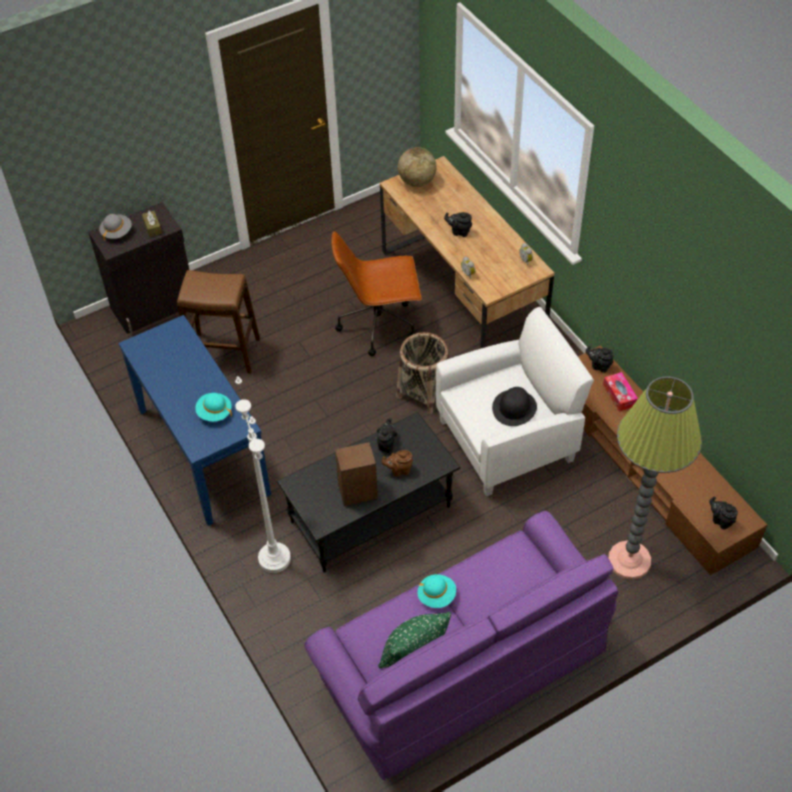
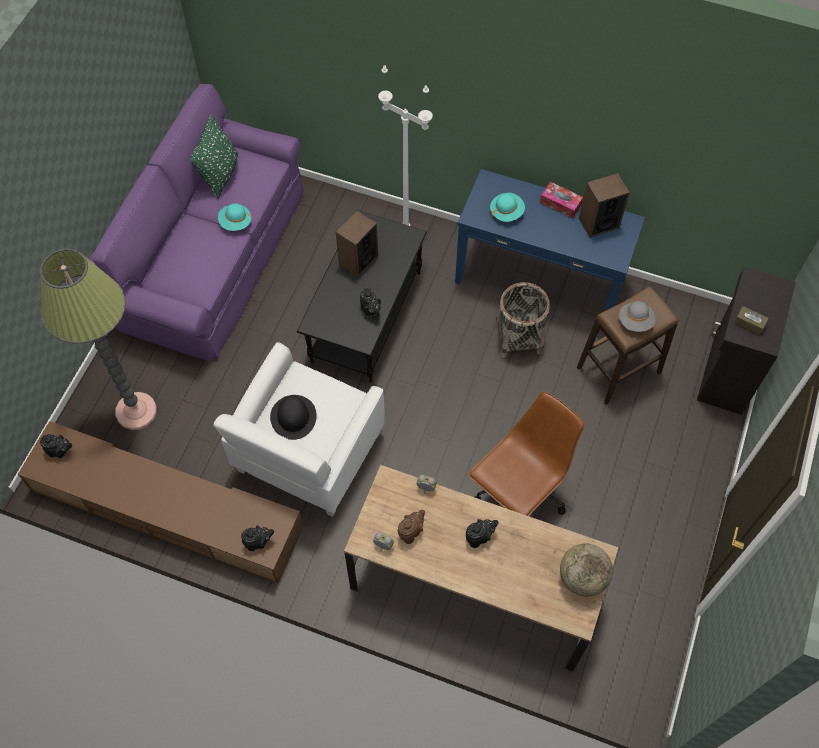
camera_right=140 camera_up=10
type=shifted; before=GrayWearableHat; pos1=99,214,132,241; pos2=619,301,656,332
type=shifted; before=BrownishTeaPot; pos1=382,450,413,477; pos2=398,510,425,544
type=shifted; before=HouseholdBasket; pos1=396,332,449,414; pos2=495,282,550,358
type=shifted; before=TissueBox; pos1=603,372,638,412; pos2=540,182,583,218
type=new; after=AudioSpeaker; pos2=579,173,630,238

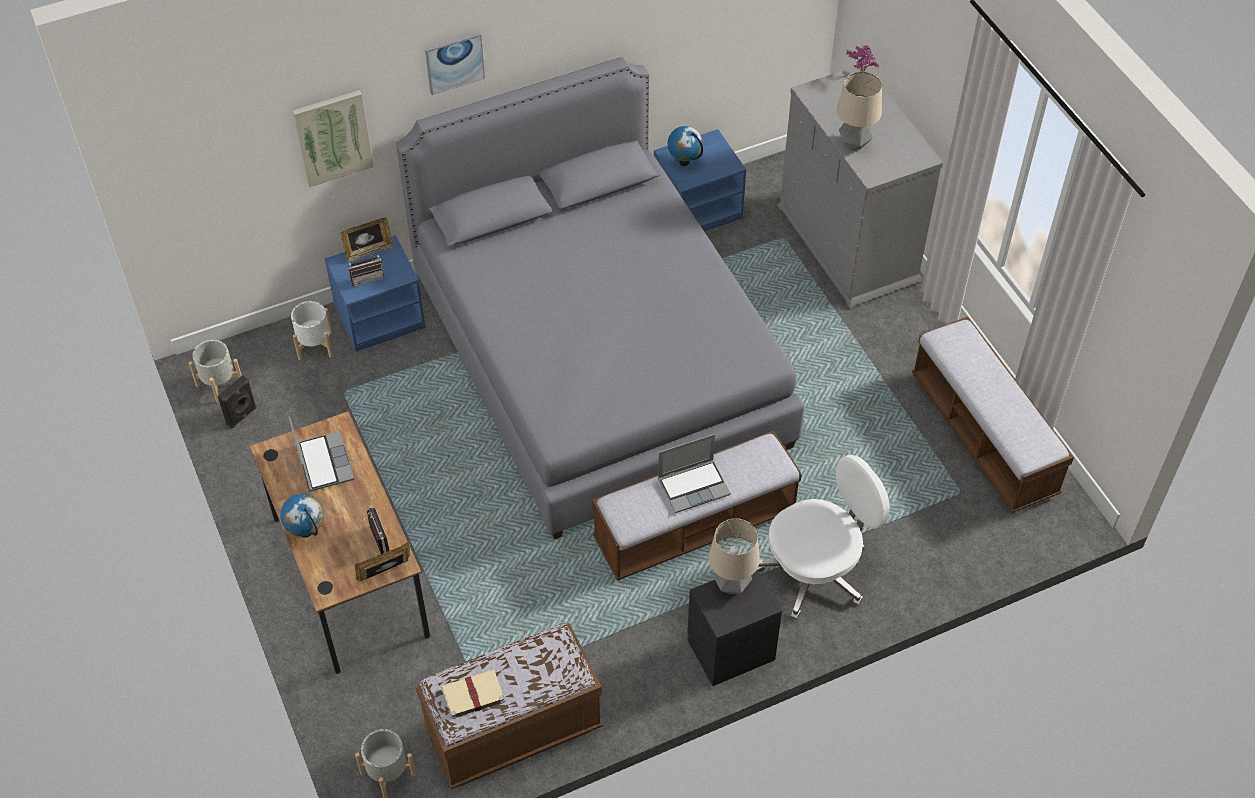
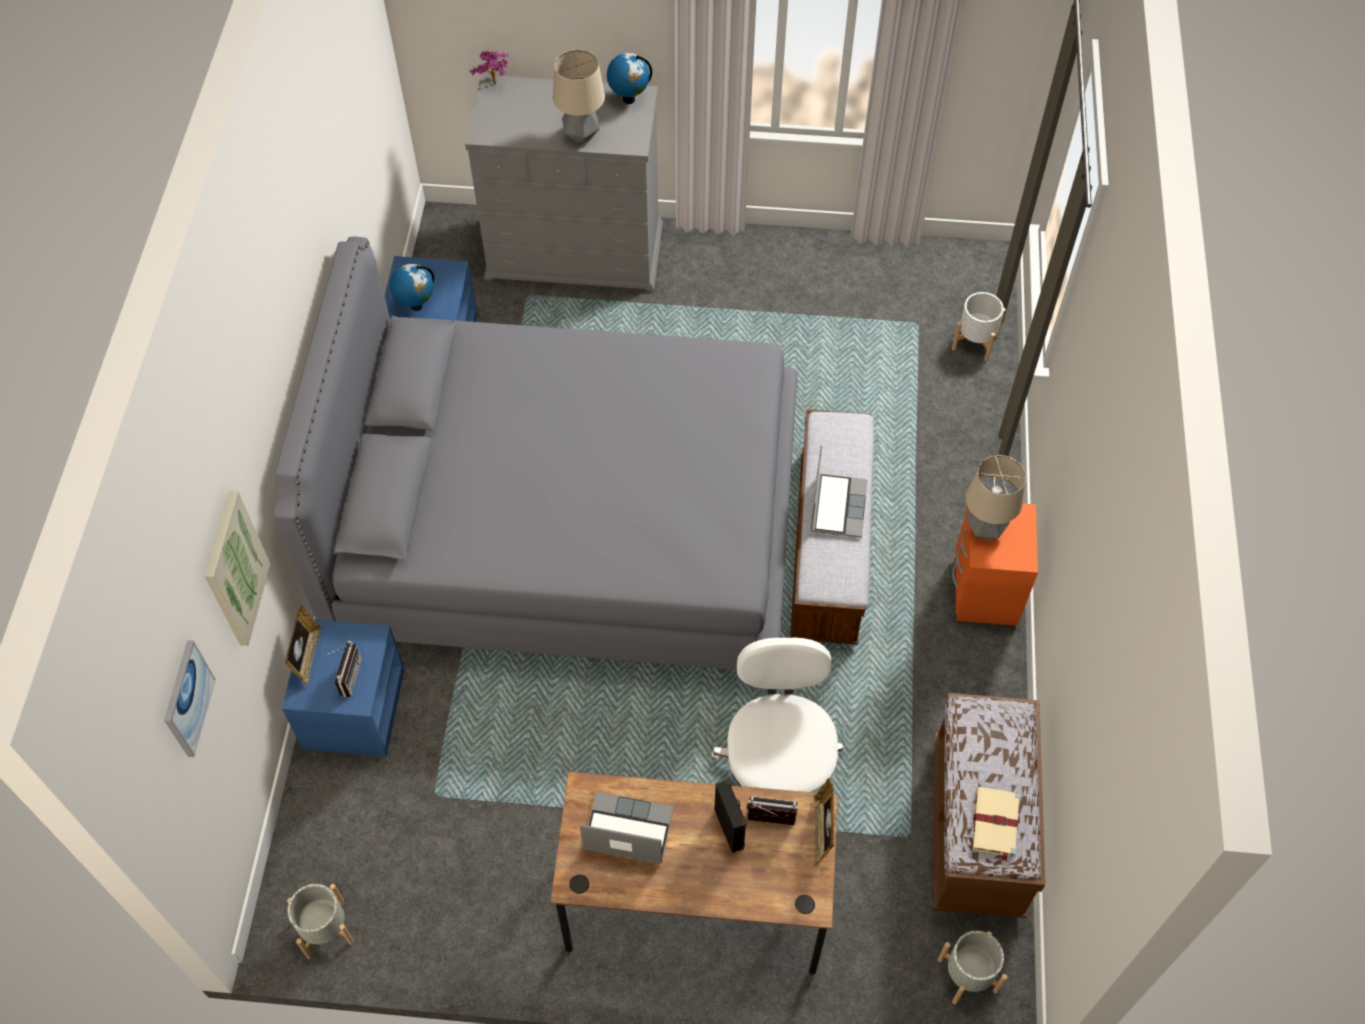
camera_right=-60 camera_up=5
type=shifted; before=BlackColouredAudioSpeaker; pos1=218,375,257,429; pos2=714,779,747,853
type=shifted; before=Globe; pos1=280,494,324,538; pos2=607,53,652,104
type=shifted; before=WhitePlantPot; pos1=291,301,333,360; pos2=952,292,1006,361
type=shifted; before=WallPicture; pos1=425,32,485,95; pos2=164,640,216,757
type=repainted; before=BlackColouredNightTable; after=OrangeColouredNightTable; pos1=687,570,782,686; pos2=952,503,1038,626
type=shifted; before=WhiteDeskChair; pos1=757,455,890,619; pos2=712,638,844,793
type=gone; before=Bench; pos1=912,317,1074,513

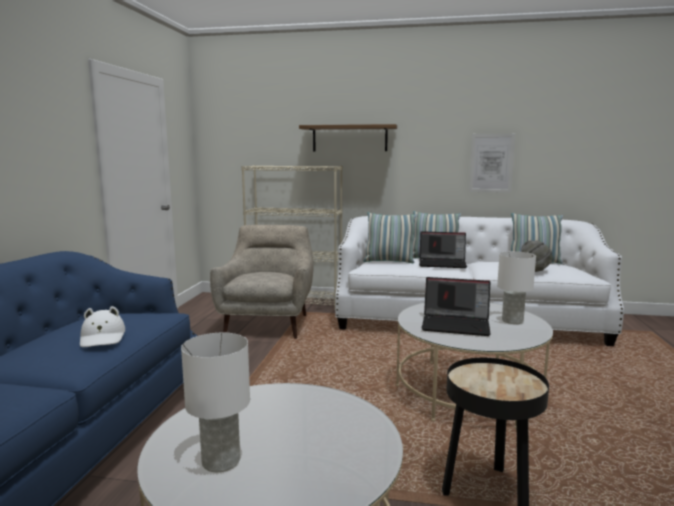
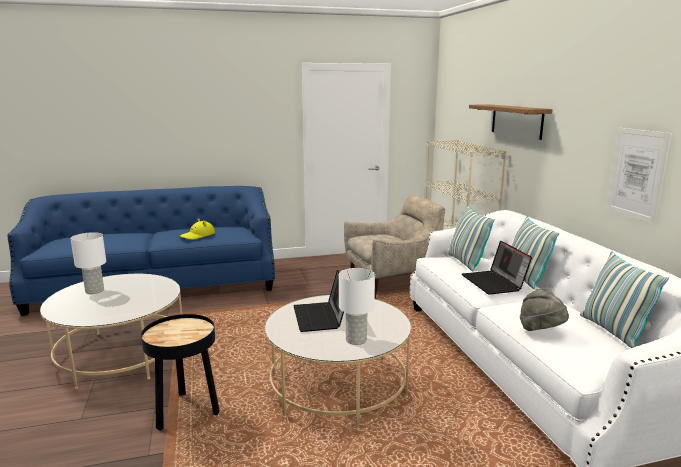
camera_right=65 camera_up=5
type=repainted; before=WhiteWearableHat; after=YellowColouredWearableHat; pos1=80,306,125,347; pos2=180,218,215,240

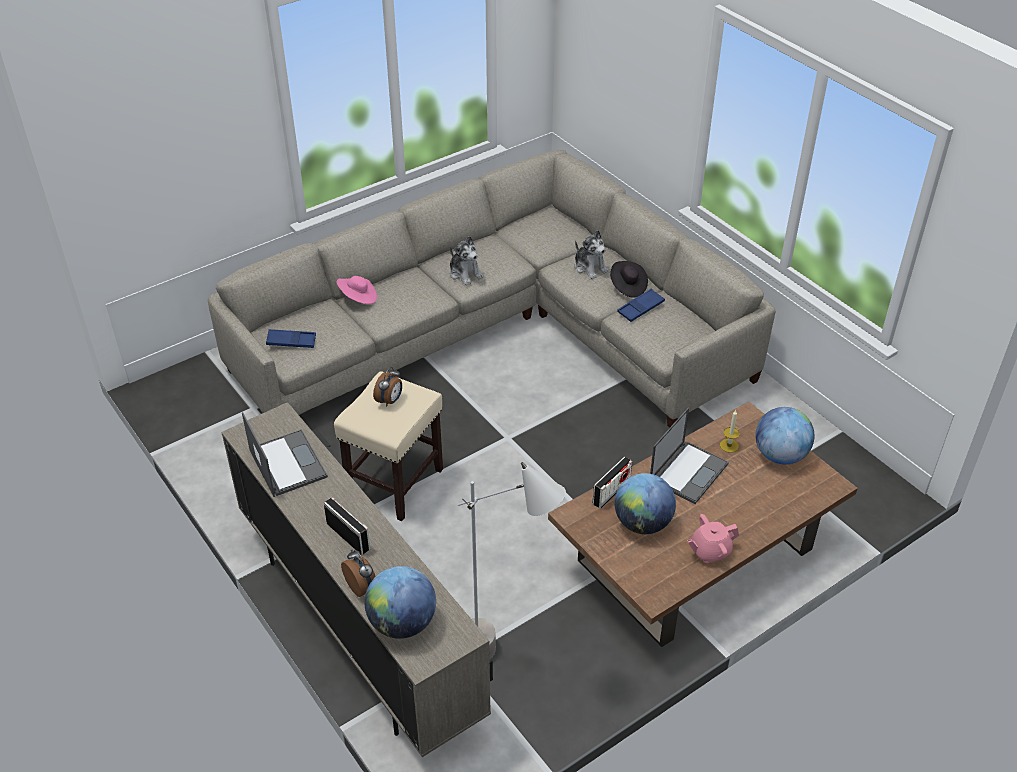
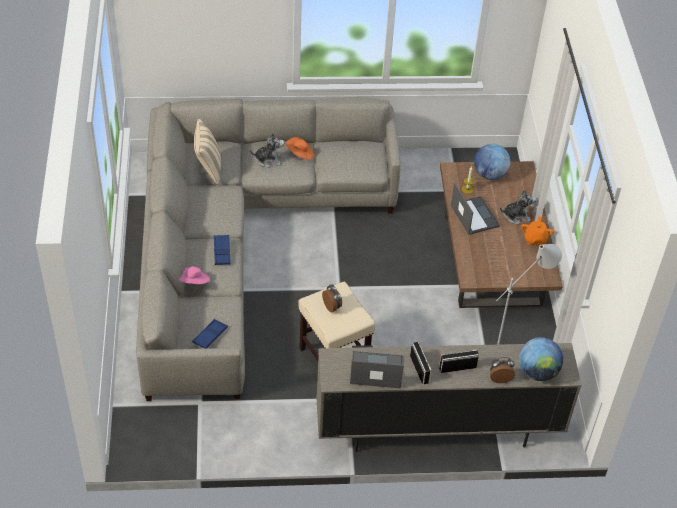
camera_right=-60 camera_up=5
type=shifted; before=PlushToy; pos1=450,236,483,285; pos2=499,189,537,224
type=shifted; before=Radio; pos1=593,457,632,509; pos2=410,342,432,384
type=repainted; before=BlackColouredWearableHat; after=OrangeColouredWearableHat; pos1=610,261,648,298; pos2=286,137,314,160
type=gone; before=Globe; pos1=615,473,676,534
type=shifted; before=BlueColouredTray; pos1=617,289,665,322; pos2=214,235,231,265
type=repainted; before=PinkColouredTeaPot; after=OrangeColouredTeaPot; pos1=687,514,739,563; pos2=521,216,554,246
type=new; after=BeigeCushion; pos2=194,119,221,185

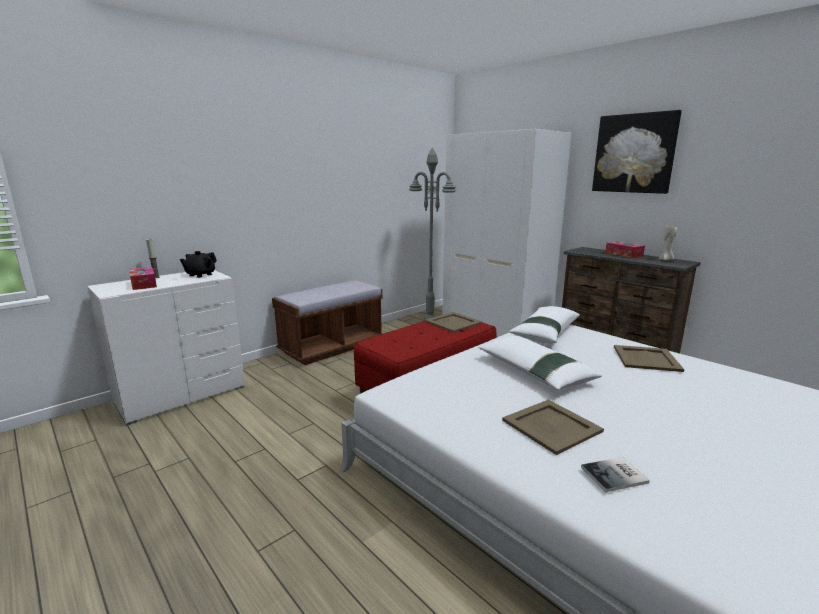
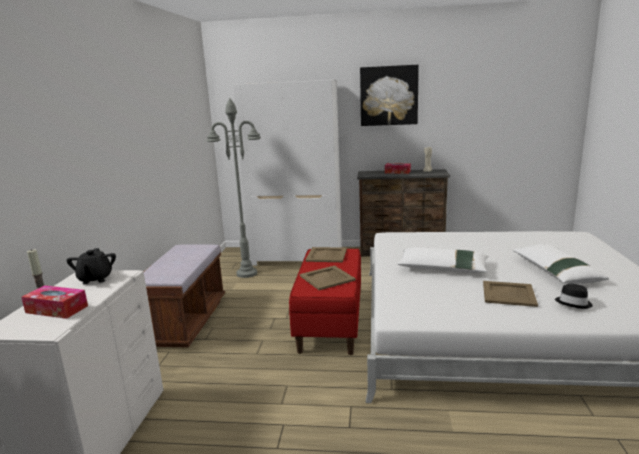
camera_right=-40 camera_up=0
type=shifted; before=WhiteCushion; pos1=509,306,580,344; pos2=513,244,609,284
type=swapped; before=Book; after=BlackColouredWearableHat; pos1=581,457,650,492; pos2=555,284,593,309
type=shifted; before=BeigeTray; pos1=614,345,684,372; pos2=300,265,356,290

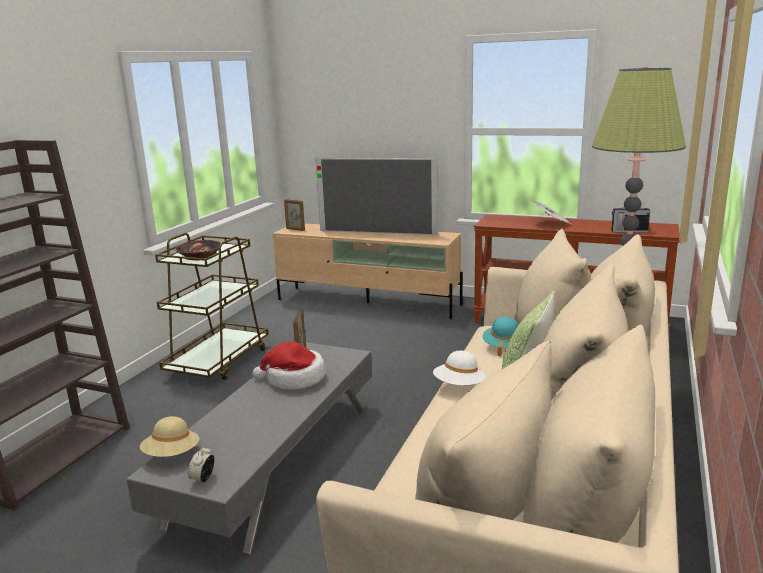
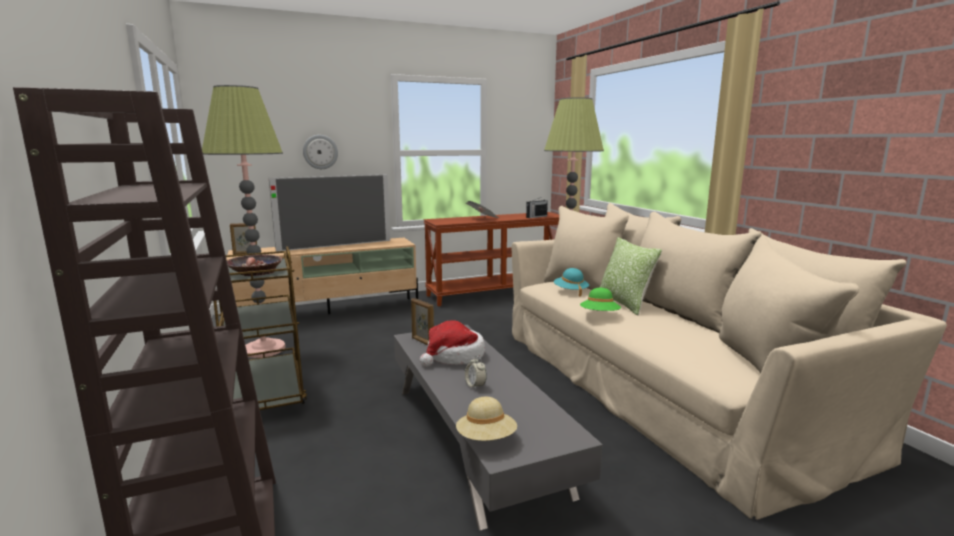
camera_right=-45 camera_up=-5
type=shifted; before=BedsideClock; pos1=188,446,214,484; pos2=465,356,487,390
type=repainted; before=WhiteWearableHat; after=GreenColouredWearableHat; pos1=433,350,486,385; pos2=580,288,621,311
type=new; after=FloorLamp; pos2=202,85,286,358
type=new; after=WallClock; pos2=303,135,338,169

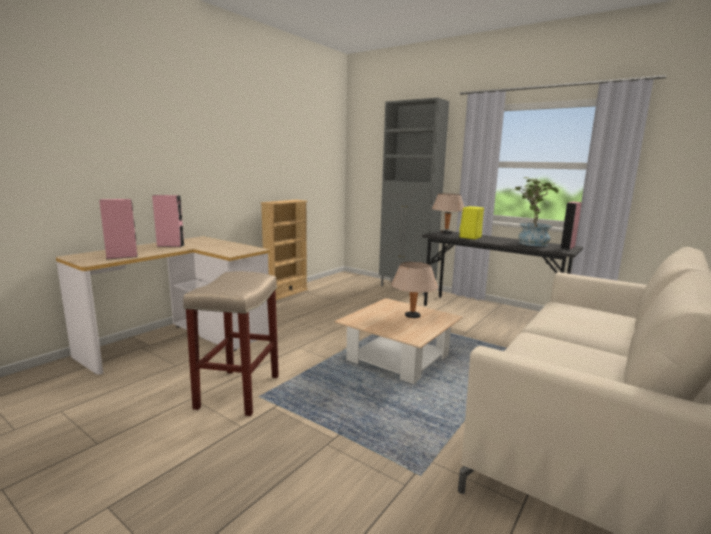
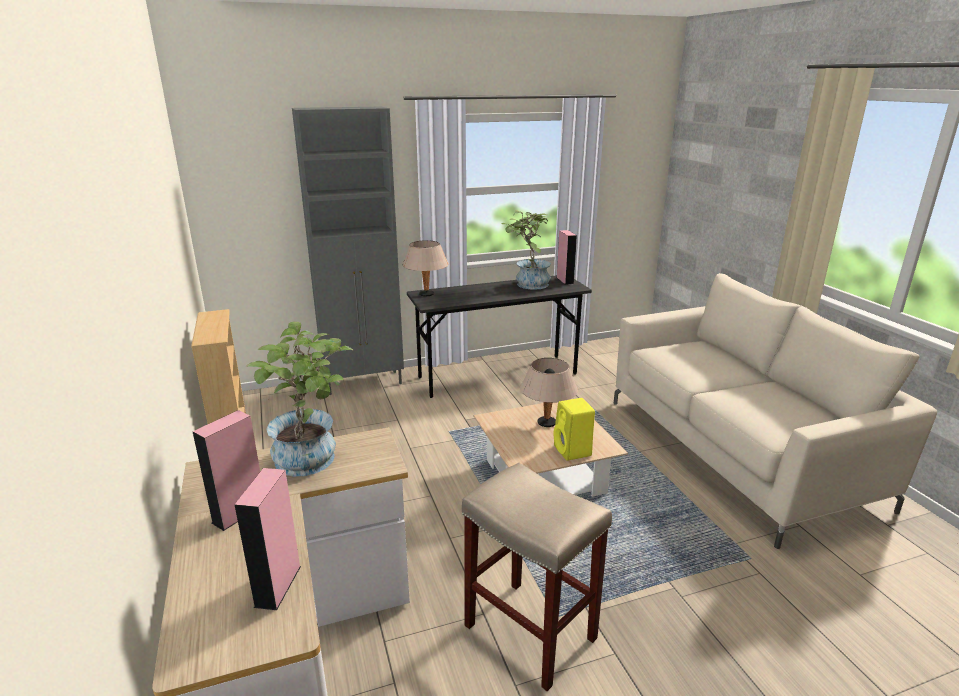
camera_right=-55 camera_up=10
type=shifted; before=YellowColouredAudioSpeaker; pos1=460,206,484,239; pos2=554,398,595,461
type=new; after=PlantInAPot; pos2=246,322,355,477

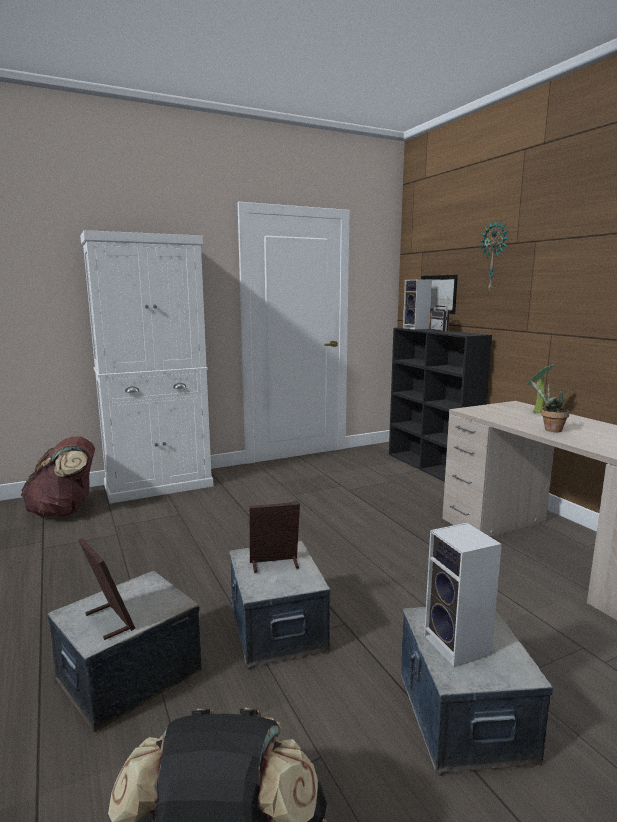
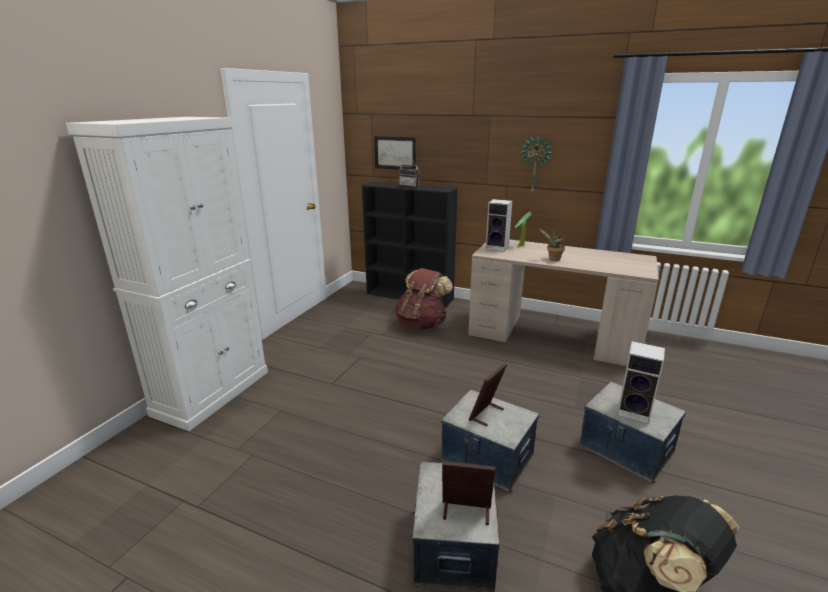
camera_right=-40 camera_up=10
type=shifted; before=BrownishRucksack; pos1=21,436,95,517; pos2=395,268,453,329
type=shifted; before=AudioSpeaker; pos1=403,279,432,330; pos2=486,199,512,252
type=shifted; before=WallClock; pos1=480,220,509,290; pos2=520,136,552,193

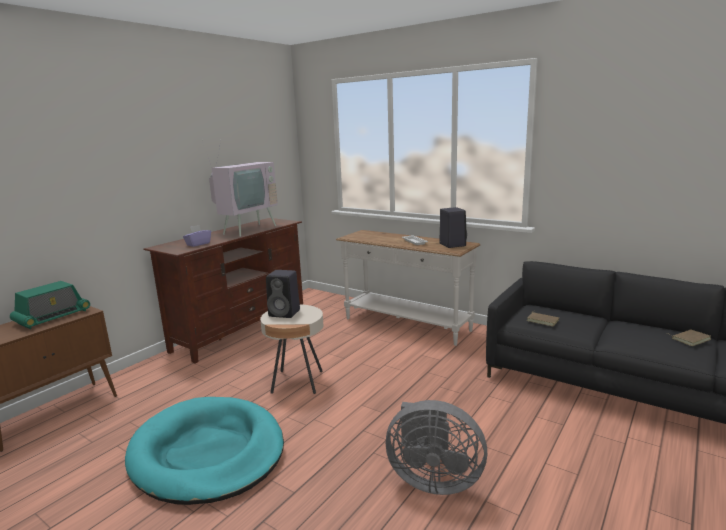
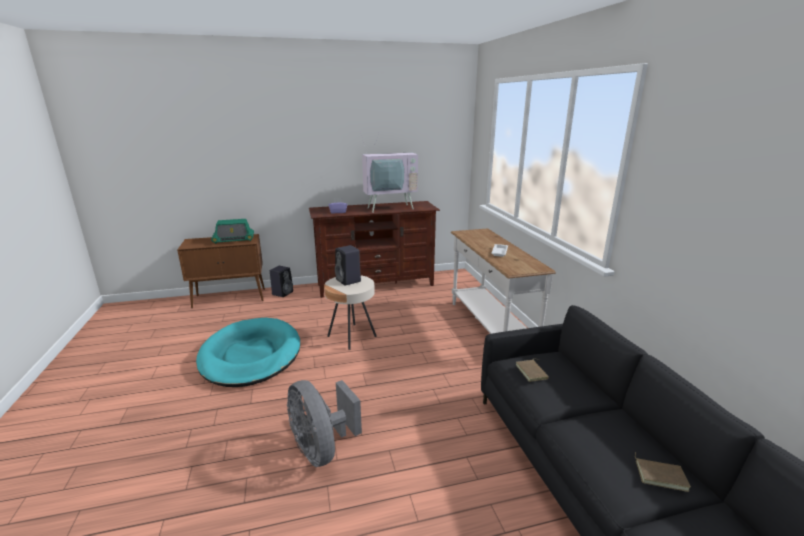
camera_right=40 camera_up=5
type=shifted; before=BlackColouredAudioSpeaker; pos1=439,207,467,248; pos2=270,266,293,297

